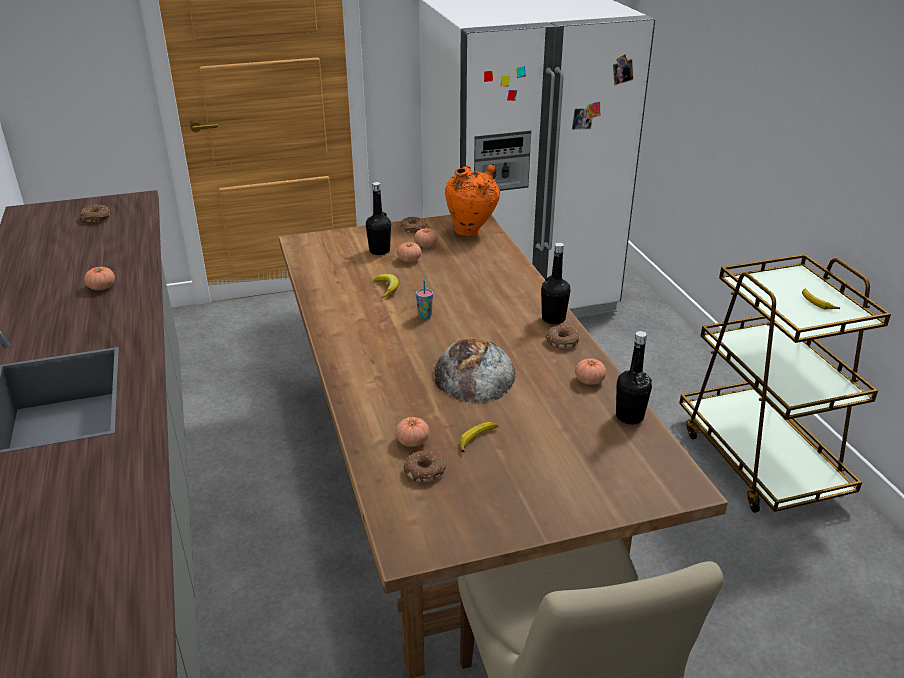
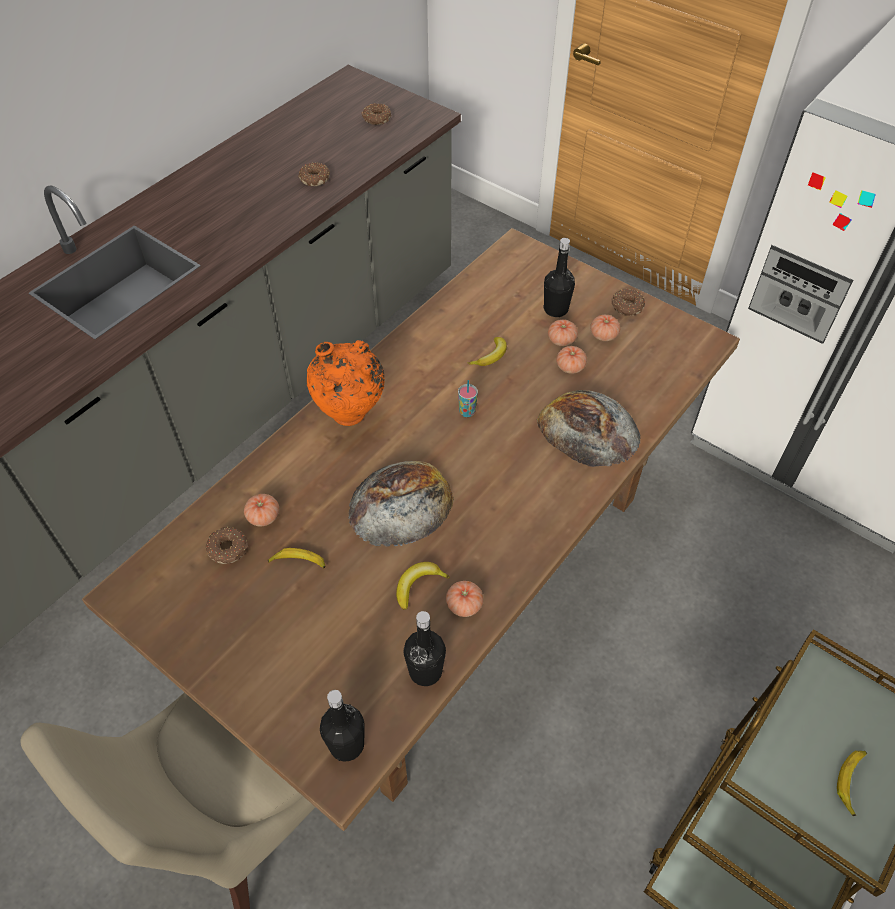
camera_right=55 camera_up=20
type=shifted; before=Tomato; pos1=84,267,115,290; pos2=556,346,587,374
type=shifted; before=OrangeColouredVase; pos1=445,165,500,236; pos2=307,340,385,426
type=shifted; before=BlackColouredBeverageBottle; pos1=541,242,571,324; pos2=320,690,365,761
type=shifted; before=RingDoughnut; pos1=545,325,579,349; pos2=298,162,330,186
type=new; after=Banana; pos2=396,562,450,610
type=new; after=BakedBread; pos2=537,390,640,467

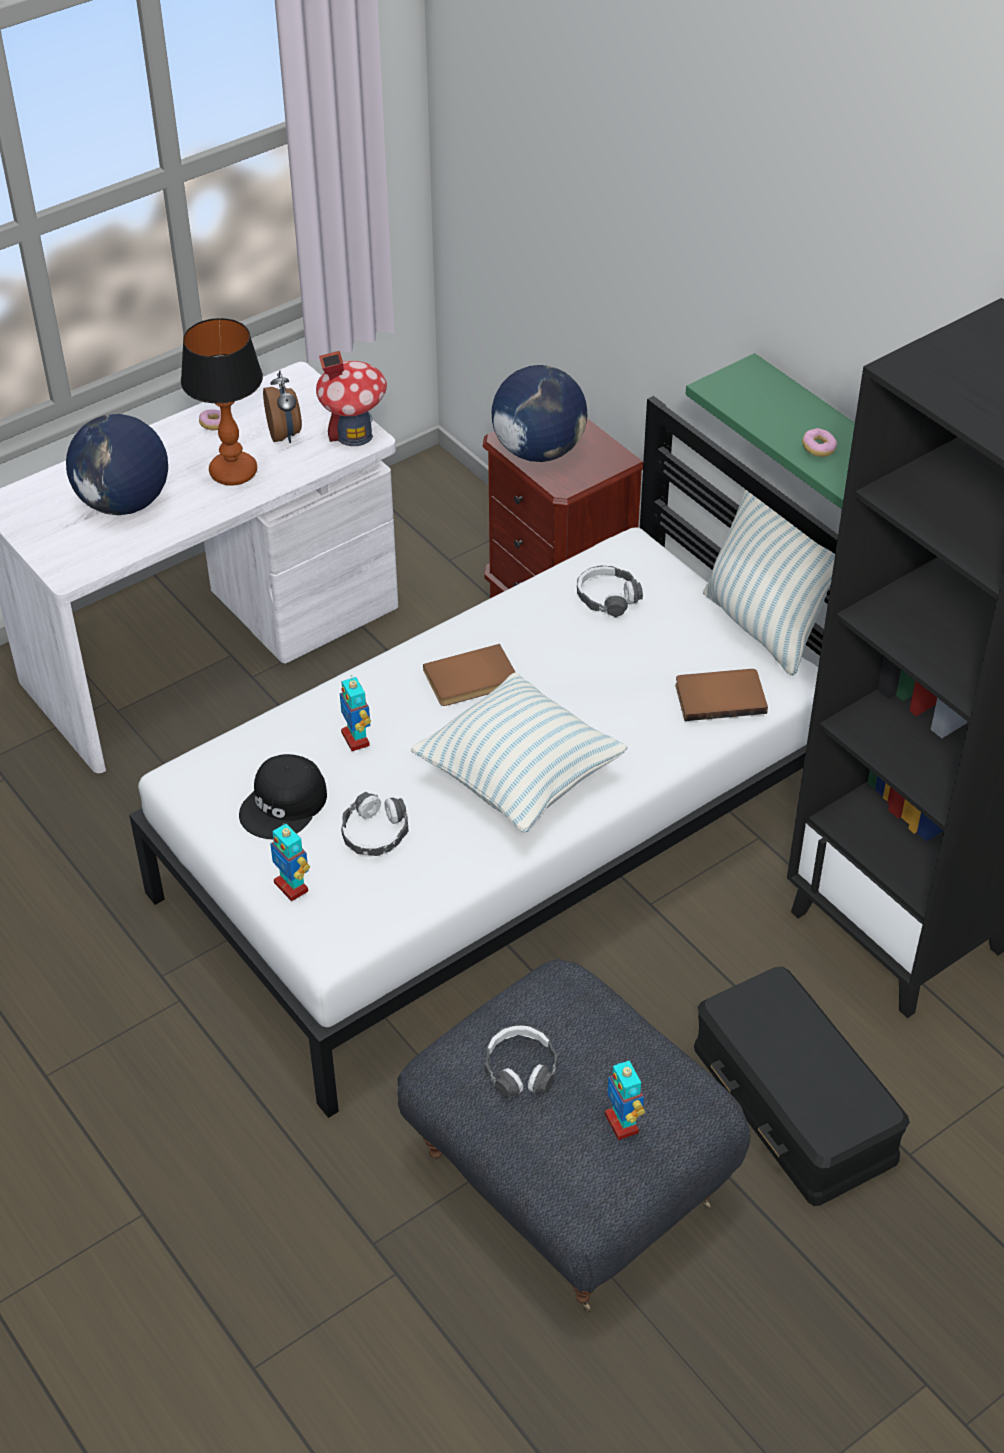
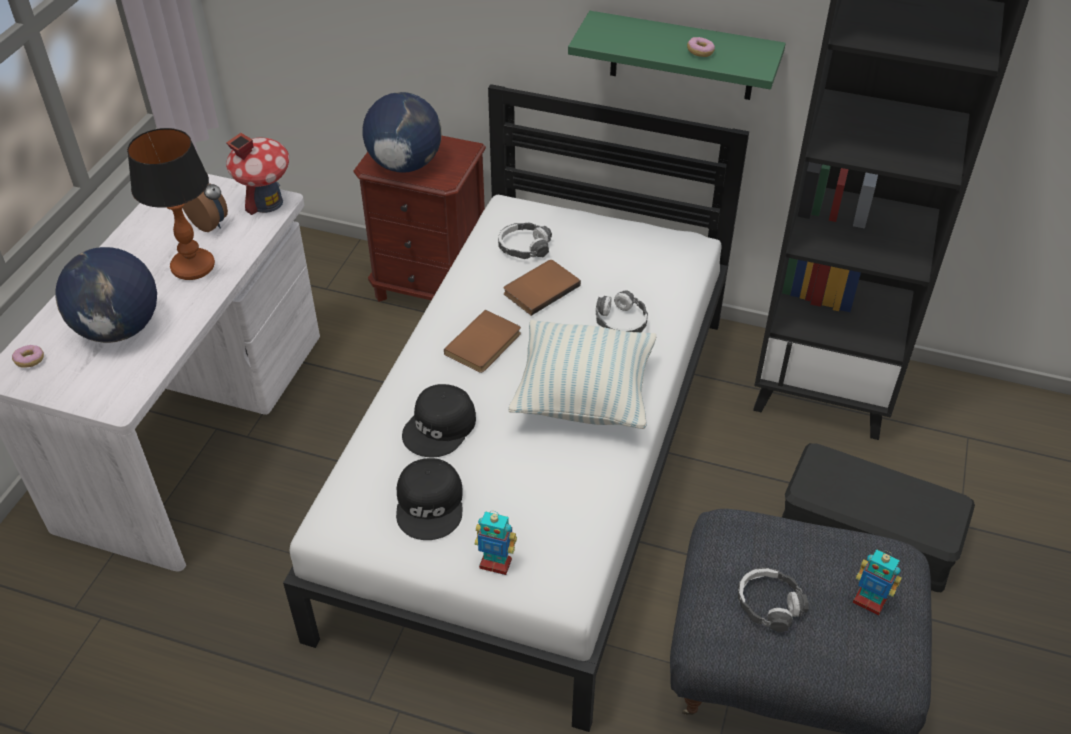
camera_right=-35 camera_up=0
type=shifted; before=RingDoughnut; pos1=199,409,221,430; pos2=12,345,44,368
type=swapped; before=RobotFigure; after=BlackColouredCap; pos1=340,676,371,751; pos2=402,384,476,458
type=shifted; before=Headset; pos1=341,792,409,856; pos2=596,290,648,332
type=shifted; before=BrownishBook; pos1=675,669,768,721; pos2=504,260,581,316
type=gone; before=Cushion; pos1=703,489,835,675

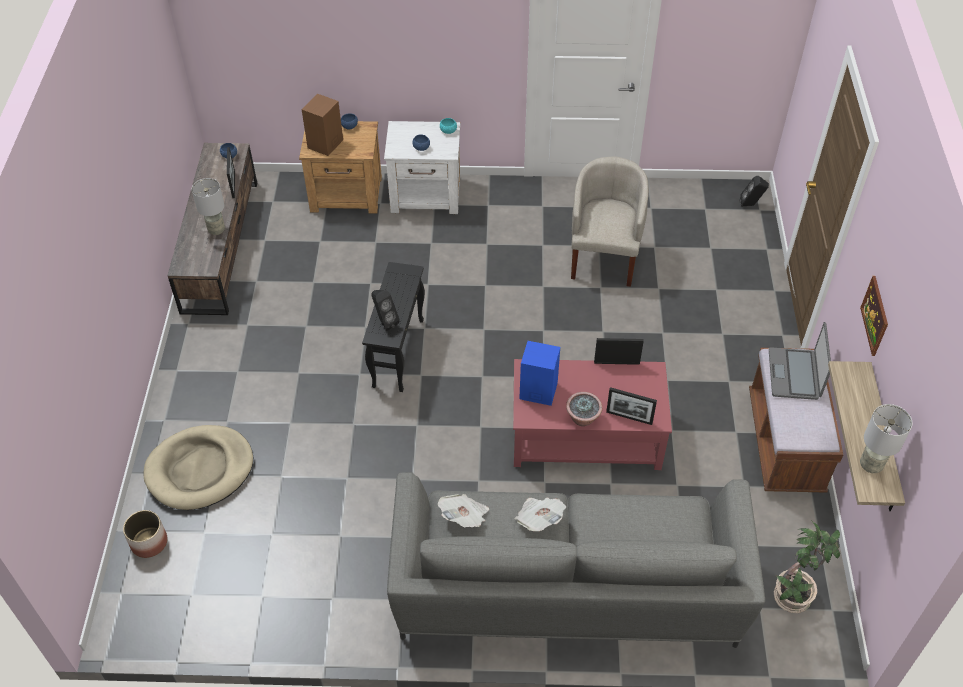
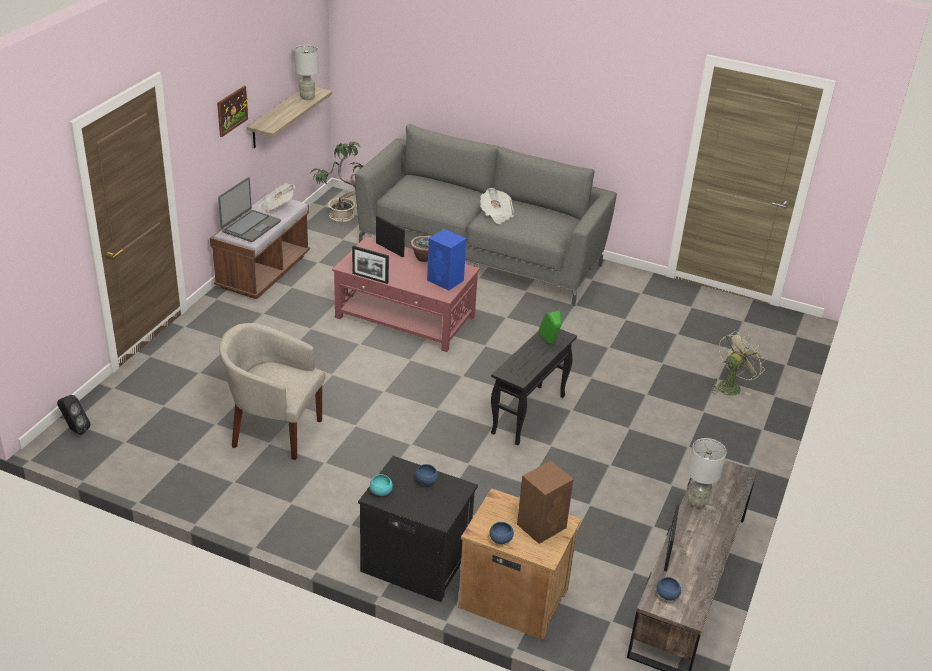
camera_right=-160 camera_up=-15
type=gone; before=PlantPot; pos1=123,510,167,558
type=swapped; before=BeigeDogCushion; after=GreenColouredElectricFan; pos1=144,425,253,510; pos2=710,331,766,396
type=repainted; before=BlackColouredAudioSpeaker; after=GreenColouredAudioSpeaker; pos1=371,290,400,331; pos2=538,311,561,344
type=repainted; before=WhiteNightTable; after=BlackColouredNightTable; pos1=384,121,460,214; pos2=358,456,478,602
type=shifted; before=Newspaper; pos1=438,494,489,527; pos2=258,183,296,212
type=rotated; before=BeigeArmchair; pos1=571,157,649,287; pos2=219,323,326,460; turn=75

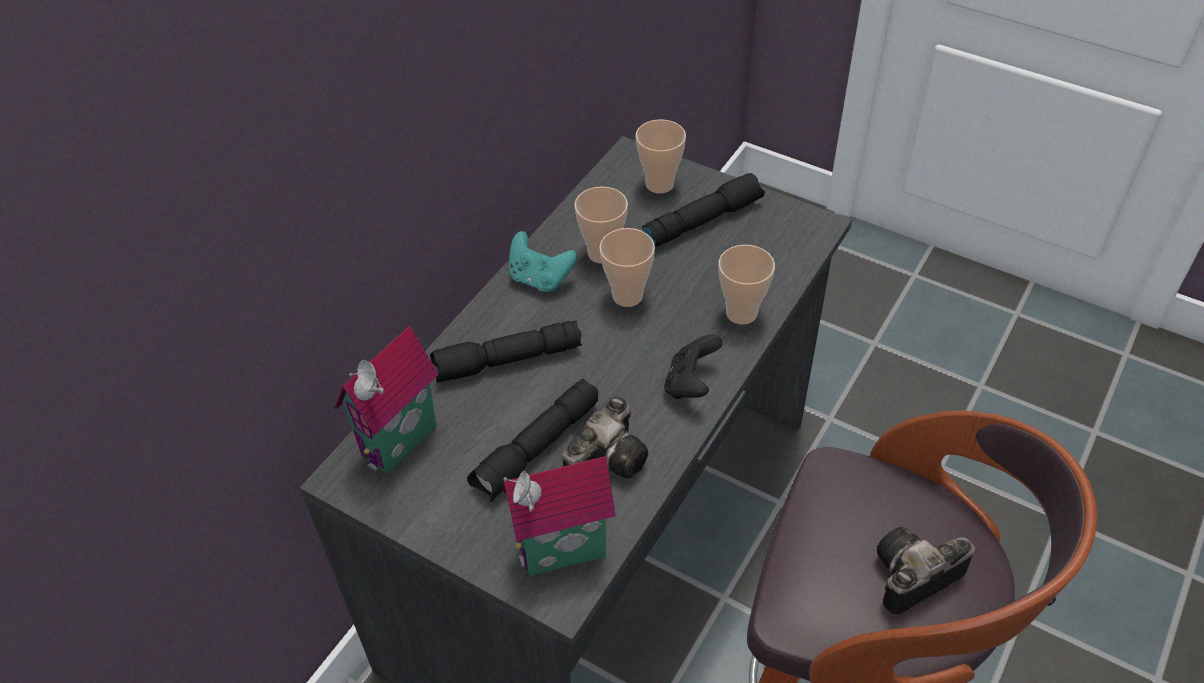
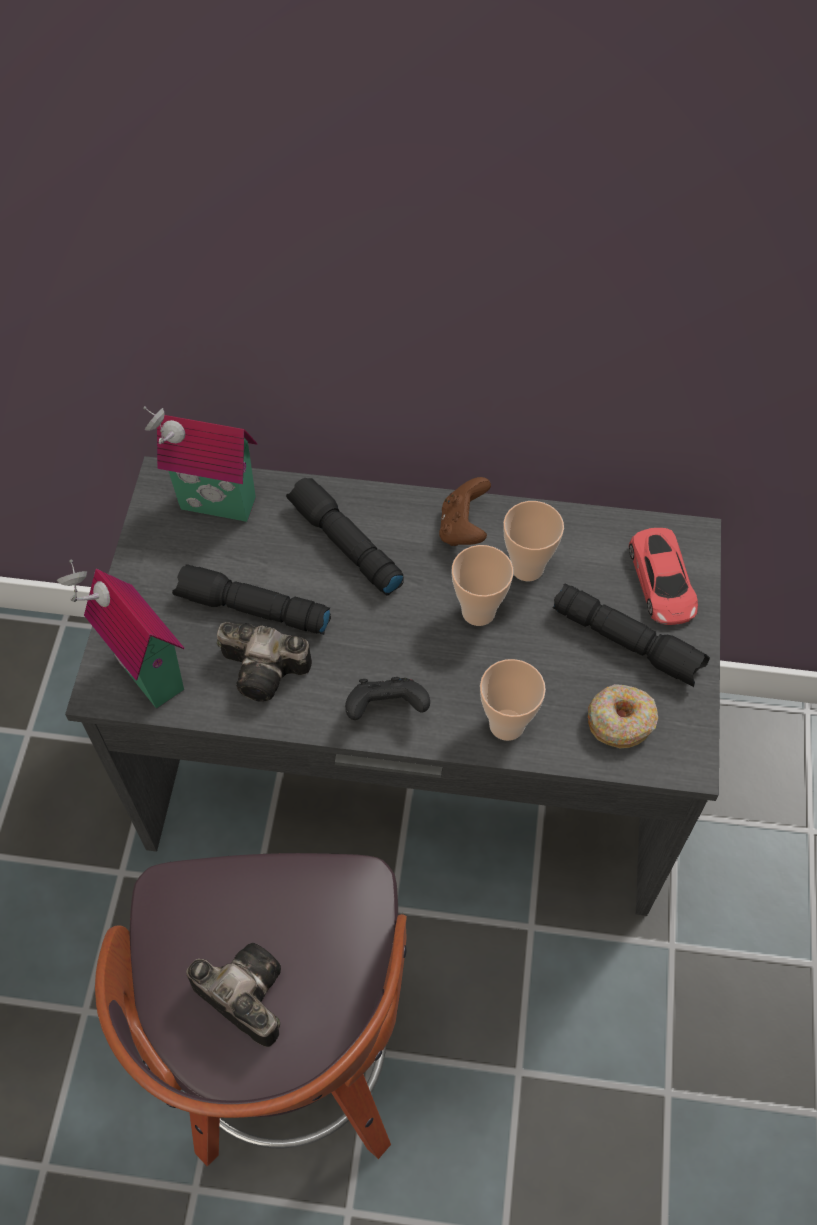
camera_right=65 camera_up=10
type=repainted; before=TurquoiseColouredGameController; after=BrownishGameController; pos1=509,231,577,292; pos2=439,477,491,546
type=swapped; before=DrinkingCup; after=RedMiniatureCar; pos1=635,119,686,194; pos2=629,528,698,625
type=new; after=RingDoughnut; pos2=588,684,658,748

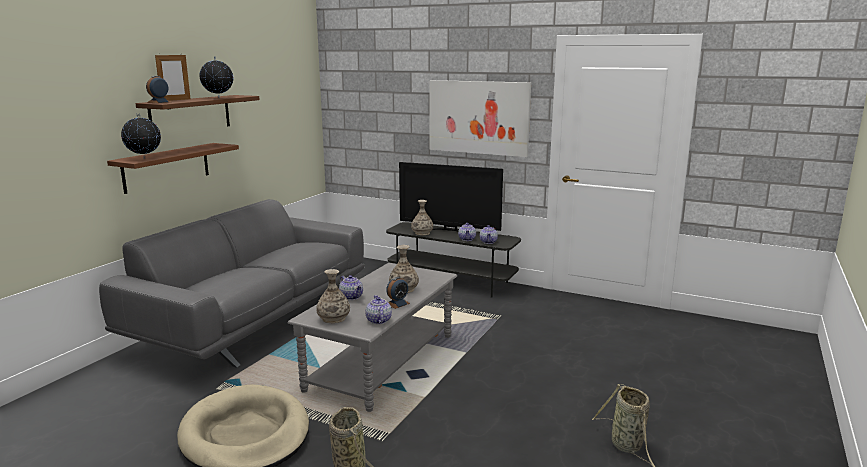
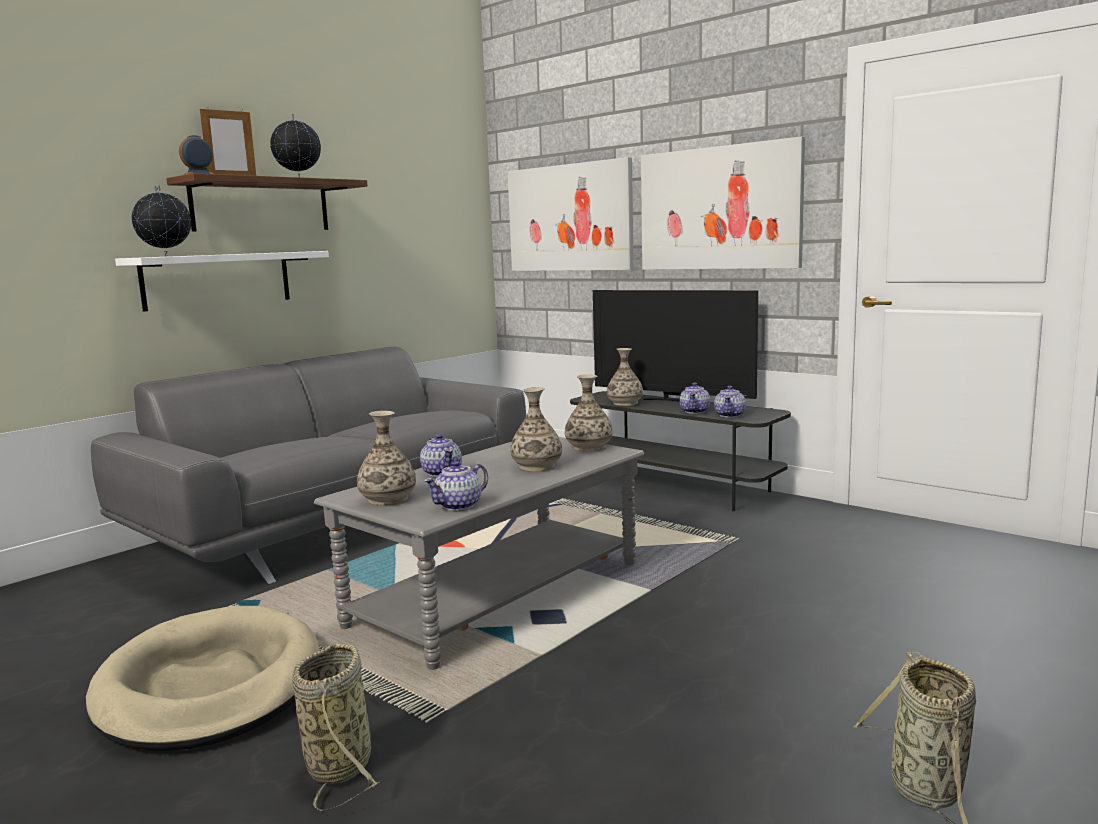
camera_right=15 camera_up=-5
type=repainted; before=BrownishBracketShelf; after=WhiteBracketShelf; pos1=107,143,239,194; pos2=115,251,329,312
type=rotated; before=TeaPot; pos1=366,295,392,324; pos2=424,461,488,511; turn=-135
type=gone; before=BedsideClock; pos1=386,277,410,309
type=new; after=WallPicture; pos2=508,157,634,271
type=new; after=Vase; pos2=565,374,613,452

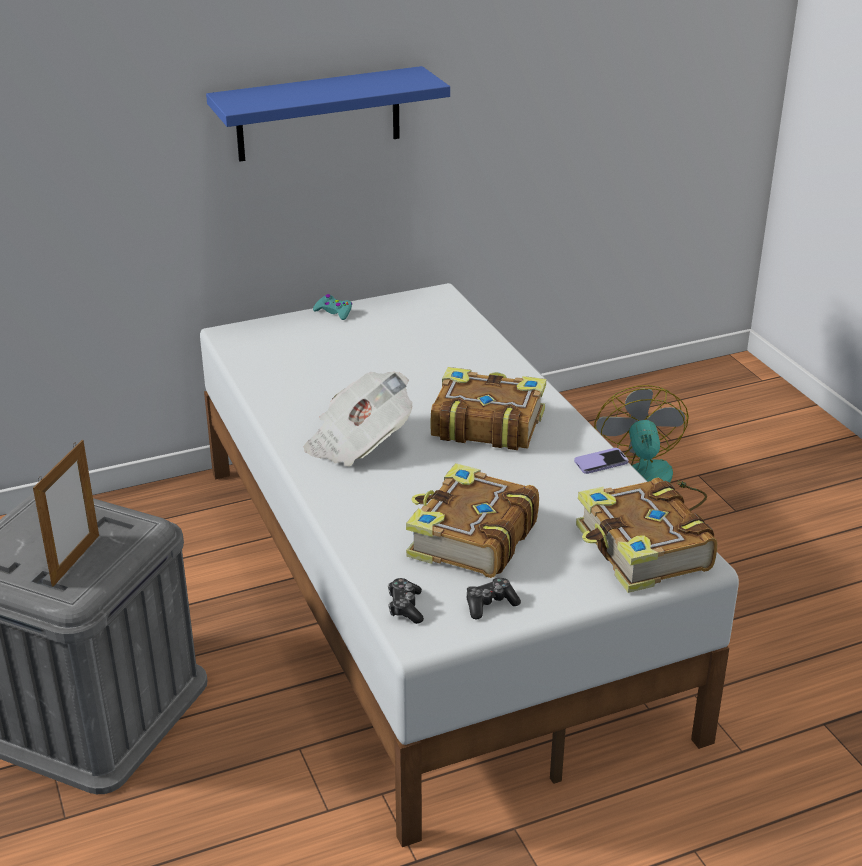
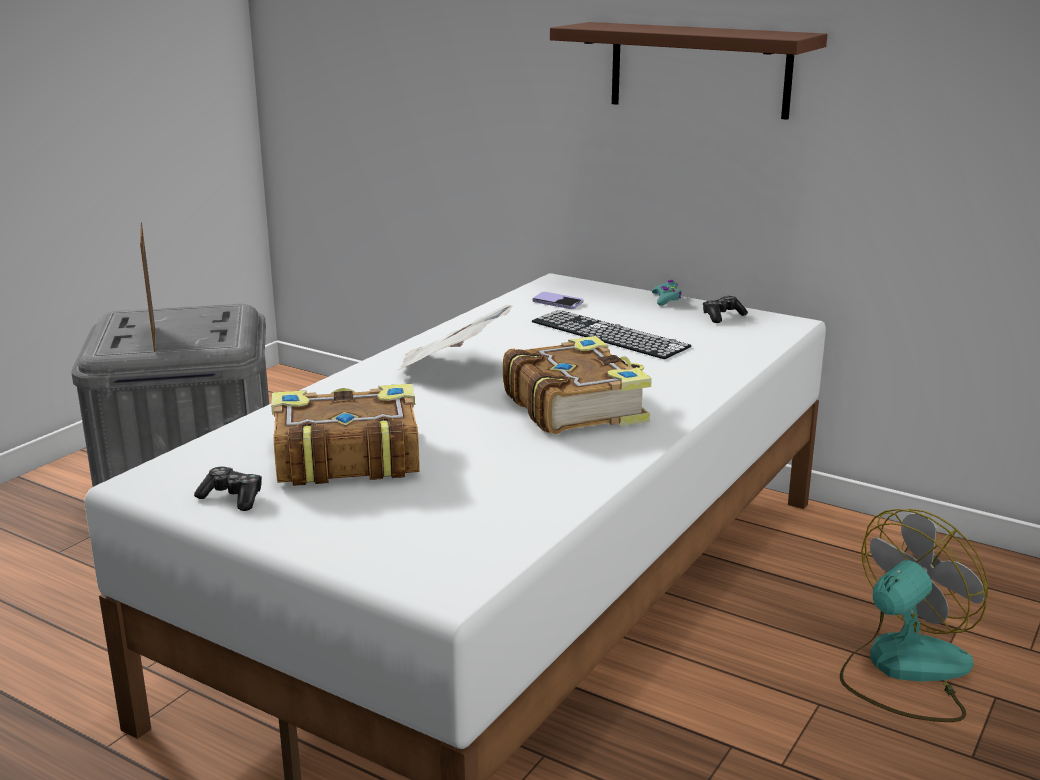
camera_right=55 camera_up=-10
type=rotated; before=PictureFrame; pos1=33,440,99,587; pos2=140,222,155,352; turn=90
type=repainted; before=BlueColouredBracketShelf; after=BrownishBracketShelf; pos1=206,66,450,162; pos2=550,22,827,120
type=shifted; before=GameController; pos1=388,578,424,624; pos2=703,296,748,323
type=shifted; before=Telephone; pos1=574,448,629,474; pos2=532,292,584,309
type=gone; before=Book; pos1=576,477,717,593
type=new; after=Keyboard; pos2=532,310,691,359

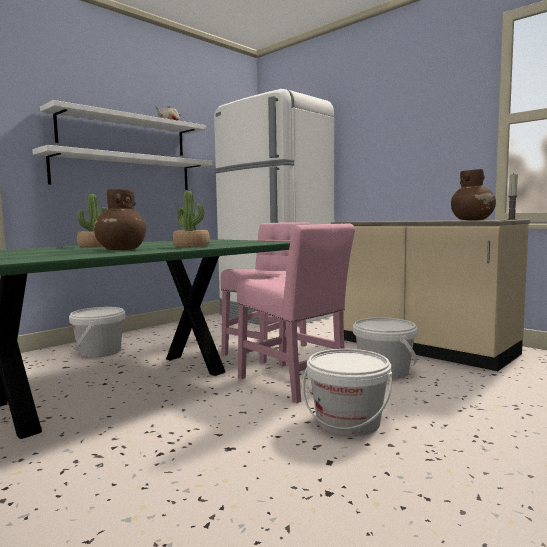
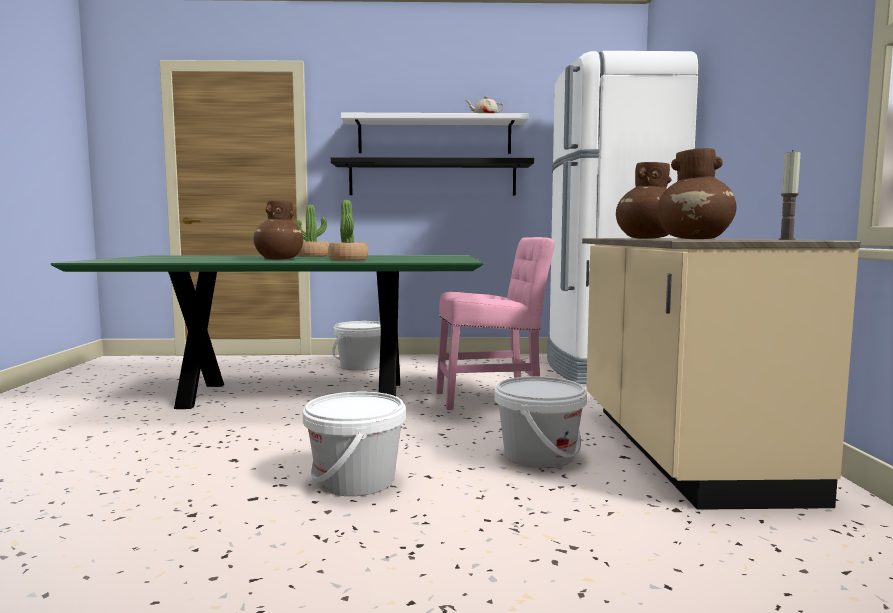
camera_right=45 camera_up=0
type=repainted; before=WhiteBracketShelf; after=BlackColouredBracketShelf; pos1=32,145,213,190; pos2=331,157,534,196
type=gone; before=PinkColouredUprightChair; pos1=237,223,355,403
type=new; after=BrownishVase; pos2=616,162,672,239

